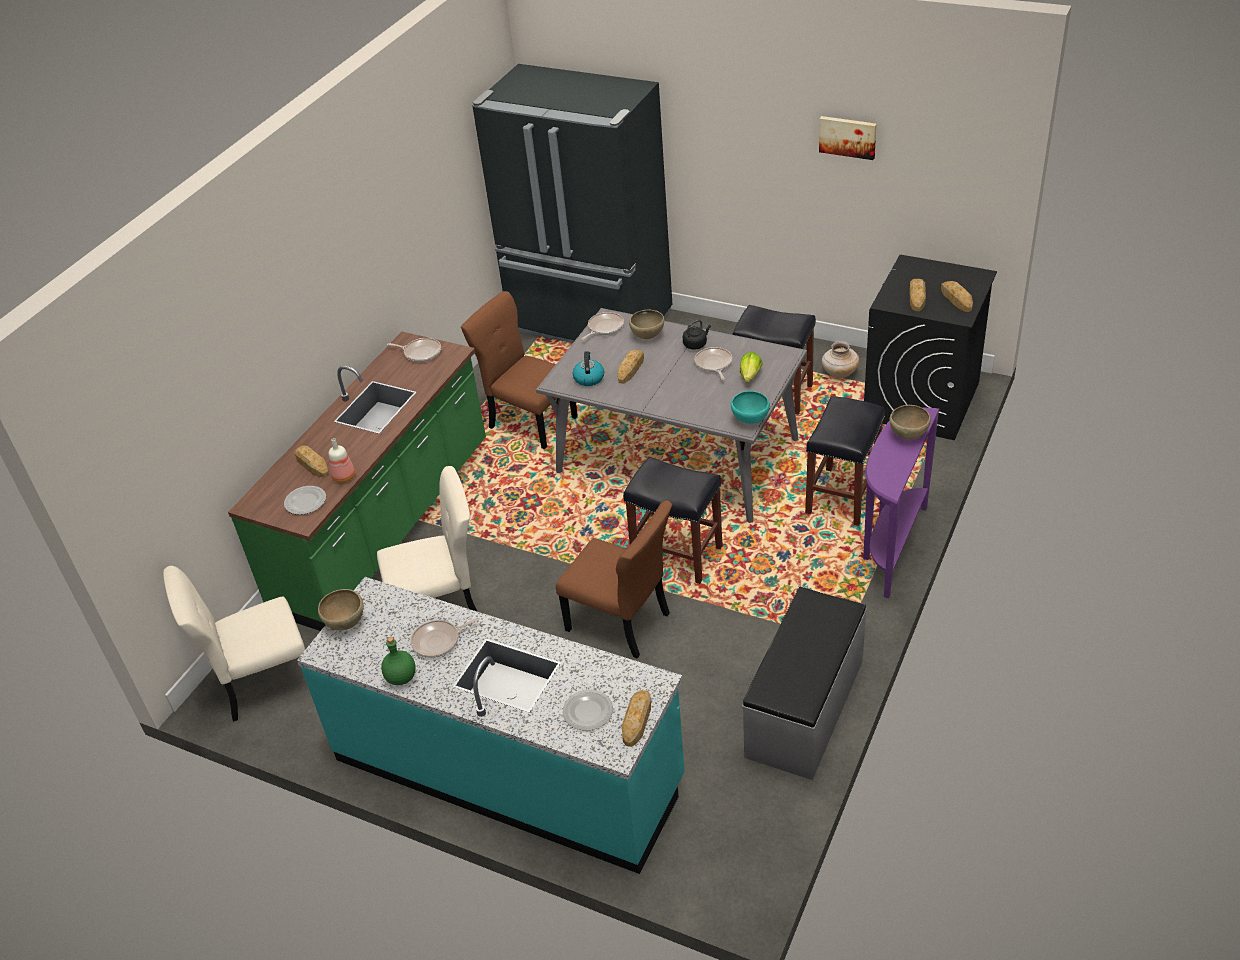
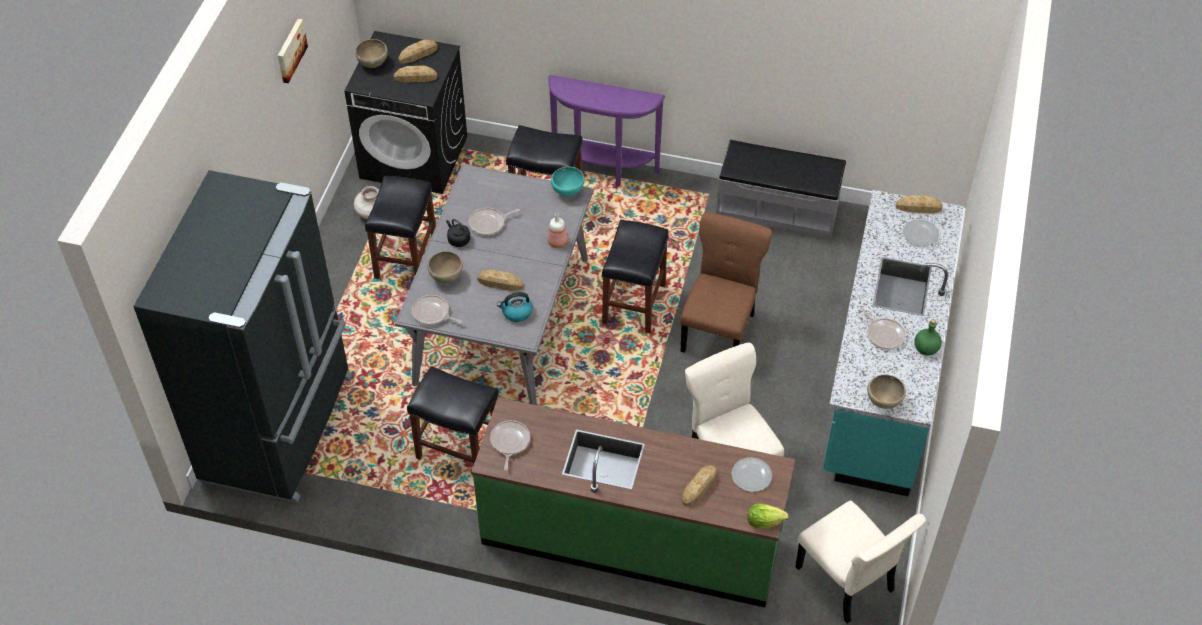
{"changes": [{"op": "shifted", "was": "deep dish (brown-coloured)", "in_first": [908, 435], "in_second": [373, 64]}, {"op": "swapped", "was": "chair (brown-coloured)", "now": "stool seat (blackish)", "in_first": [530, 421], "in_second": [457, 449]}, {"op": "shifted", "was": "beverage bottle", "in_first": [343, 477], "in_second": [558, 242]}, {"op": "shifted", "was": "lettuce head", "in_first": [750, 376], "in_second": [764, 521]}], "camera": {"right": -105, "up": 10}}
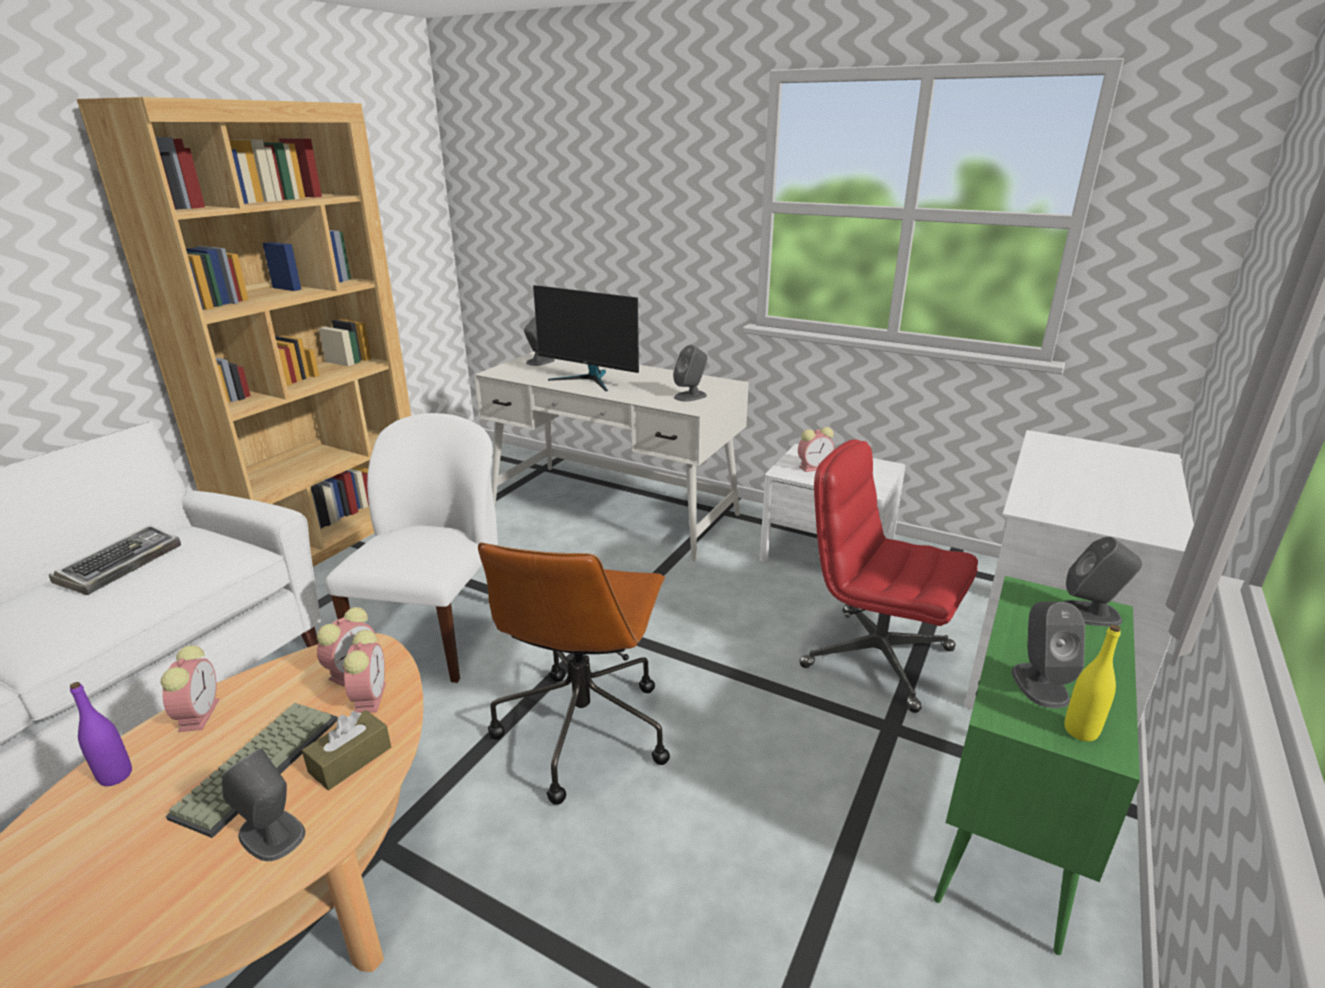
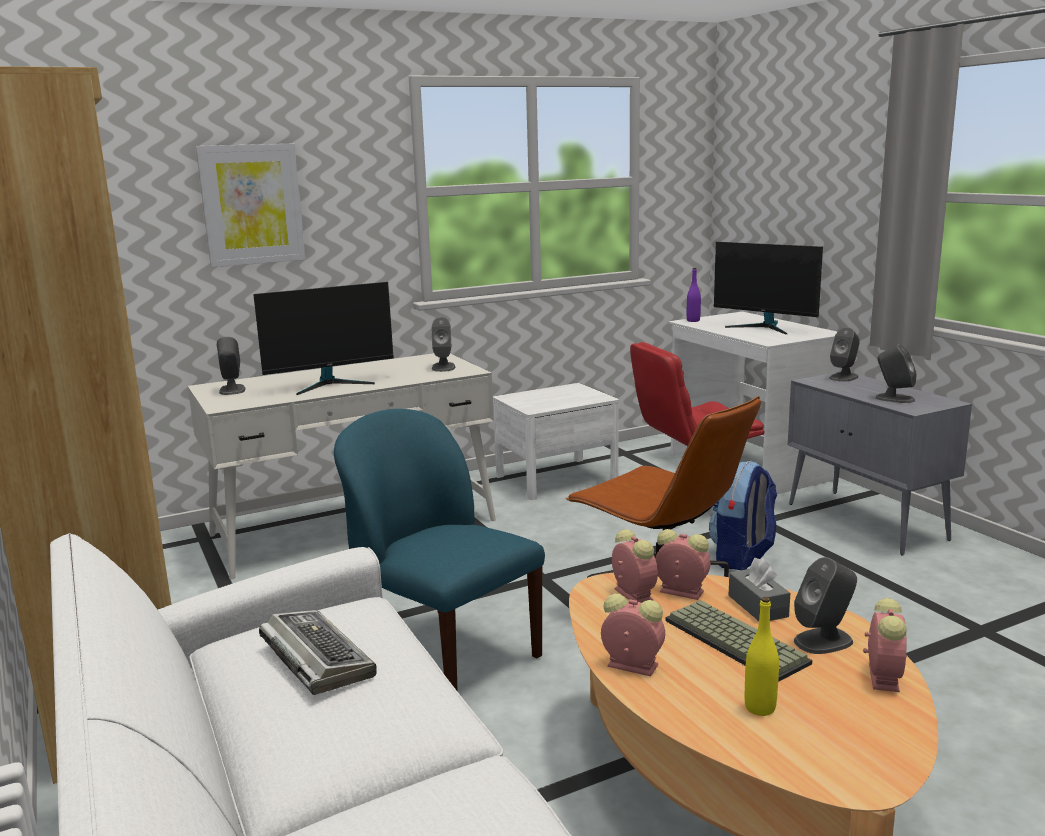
{"changes": [{"op": "new", "now": "wall art", "in_second": [252, 204]}, {"op": "repainted", "was": "chair (white-coloured)", "now": "chair (blue-coloured)", "in_first": [435, 633], "in_second": [444, 653]}, {"op": "shifted", "was": "beverage bottle (purplish)", "in_first": [115, 776], "in_second": [693, 320]}, {"op": "new", "now": "backpack", "in_second": [742, 557]}, {"op": "new", "now": "computer display", "in_second": [765, 327]}, {"op": "repainted", "was": "tissue holder (brown-coloured)", "now": "tissue holder (greyish)", "in_first": [350, 760], "in_second": [758, 606]}, {"op": "shifted", "was": "beverage bottle (yellowish)", "in_first": [1080, 731], "in_second": [760, 708]}, {"op": "repainted", "was": "cupboard (green)", "now": "cupboard (greyish)", "in_first": [1009, 831], "in_second": [867, 522]}, {"op": "shifted", "was": "alarm clock", "in_first": [814, 467], "in_second": [882, 676]}], "camera": {"right": -55, "up": -10}}
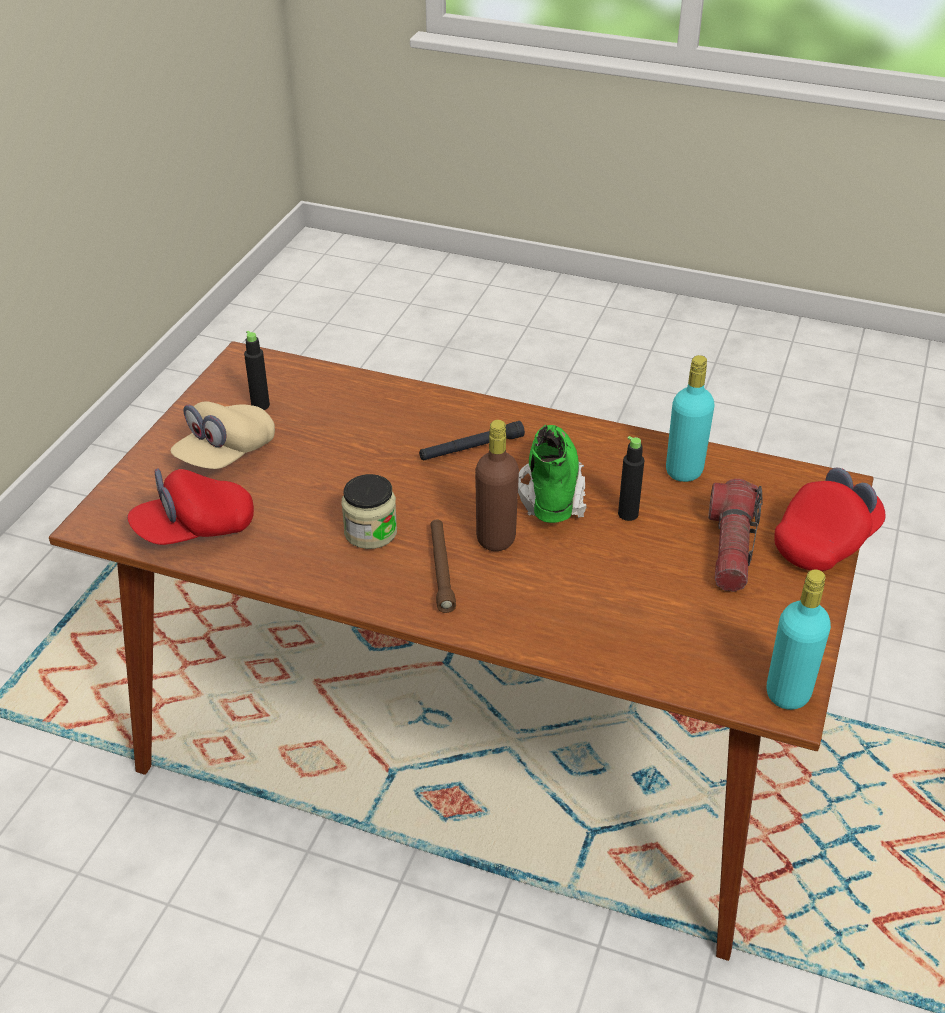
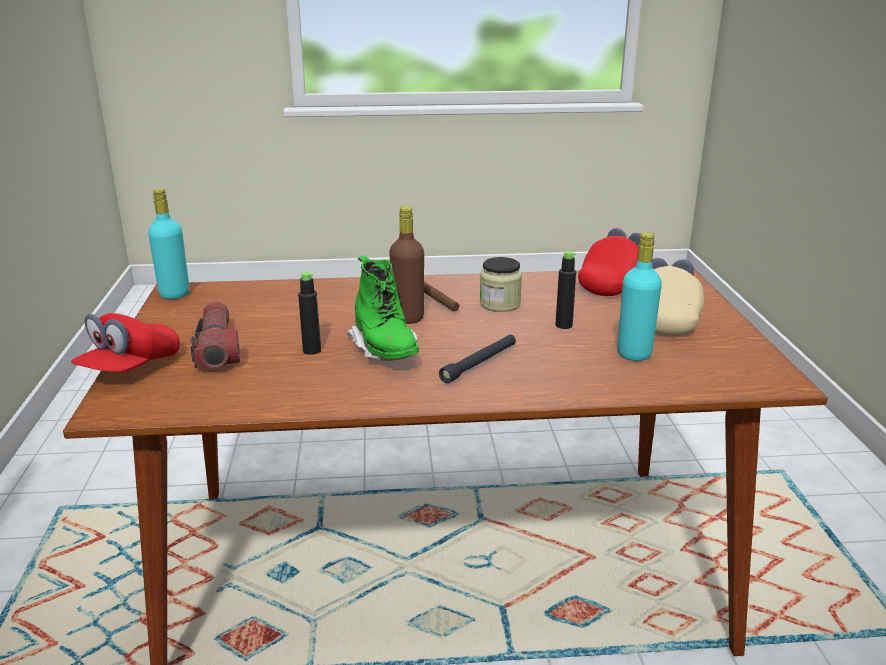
{"changes": [{"op": "shifted", "was": "beverage bottle (blackish)", "in_first": [260, 405], "in_second": [563, 325]}, {"op": "shifted", "was": "beverage bottle (blue-green)", "in_first": [684, 471], "in_second": [634, 353]}], "camera": {"right": 155, "up": -15}}
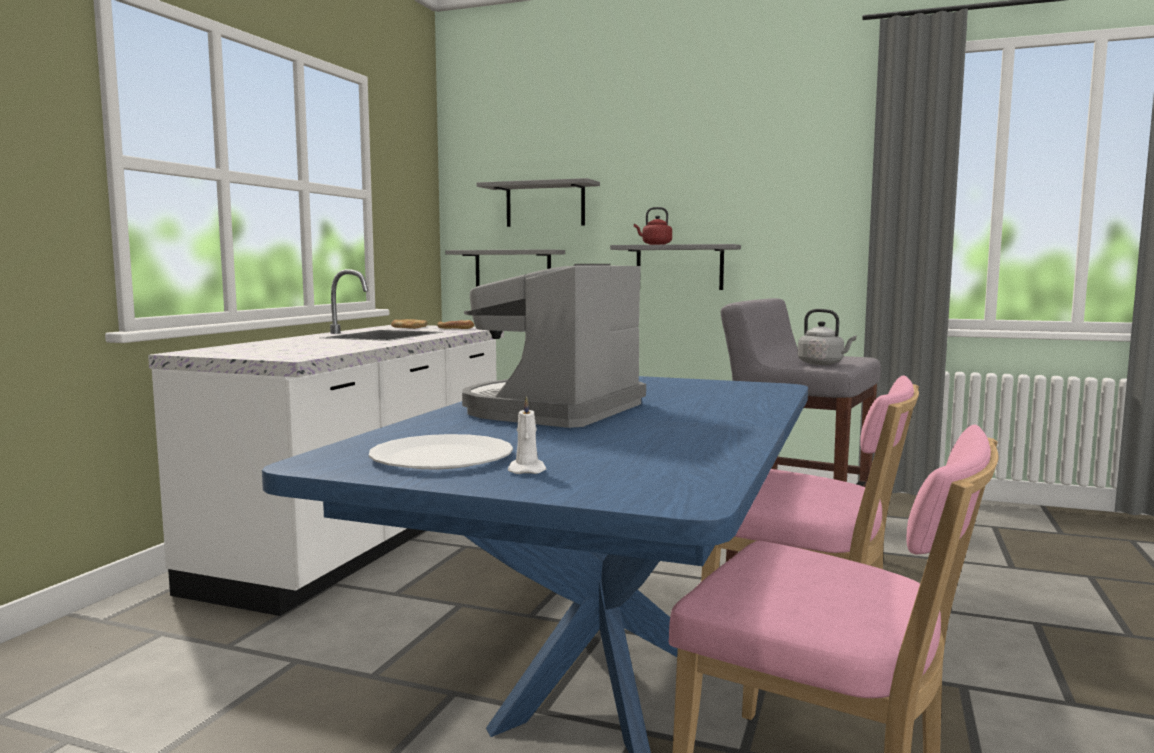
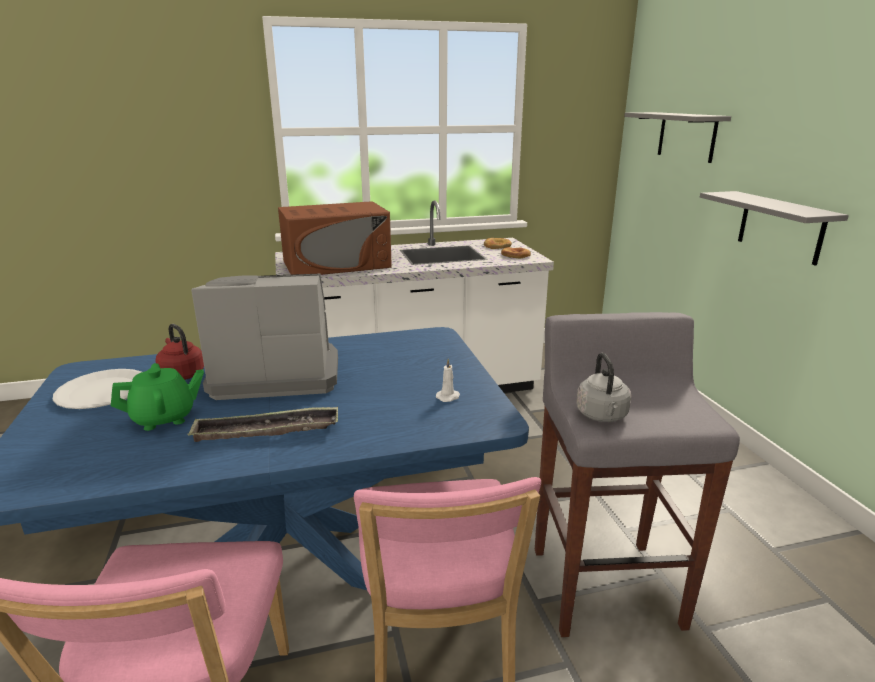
{"changes": [{"op": "new", "now": "teapot (green)", "in_second": [164, 418]}, {"op": "shifted", "was": "kettle (red)", "in_first": [655, 244], "in_second": [181, 374]}, {"op": "new", "now": "carrying tray", "in_second": [267, 431]}, {"op": "new", "now": "kitchen microwave (brown-coloured)", "in_second": [336, 264]}, {"op": "shifted", "was": "wax light (white-coloured)", "in_first": [526, 470], "in_second": [448, 397]}, {"op": "gone", "was": "bracket shelf (greyish)", "in_first": [513, 270]}], "camera": {"right": 55, "up": 15}}
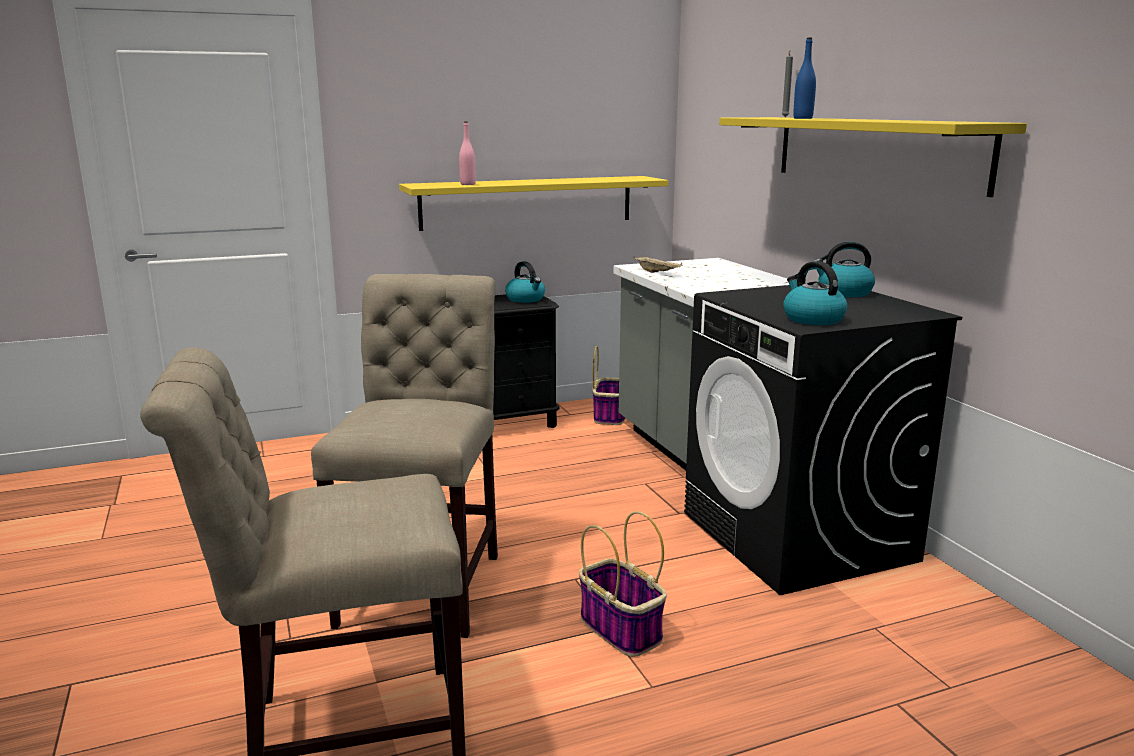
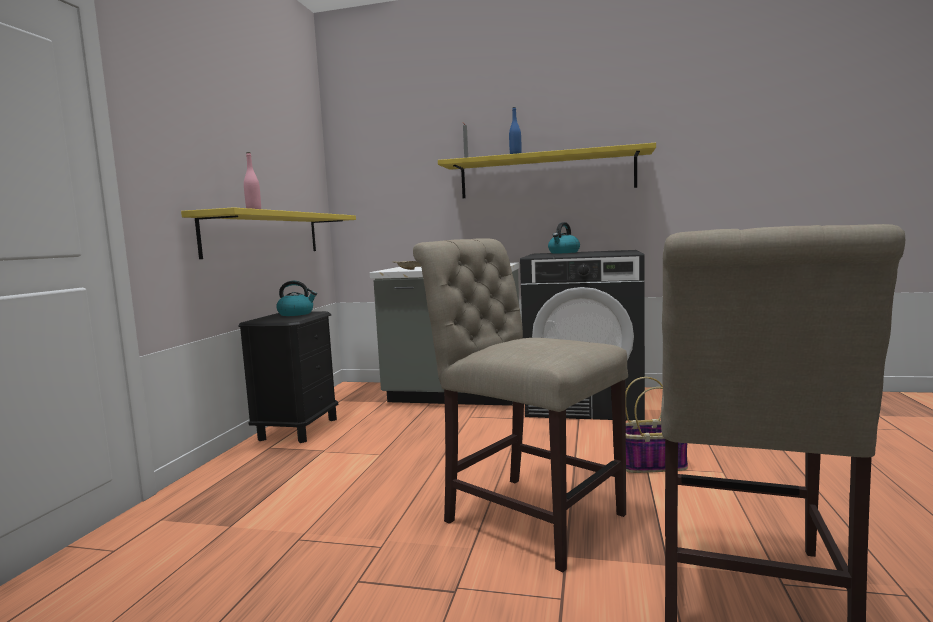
{"changes": [{"op": "gone", "was": "household basket", "in_first": [610, 415]}, {"op": "gone", "was": "kettle", "in_first": [812, 319]}], "camera": {"right": -55, "up": -10}}
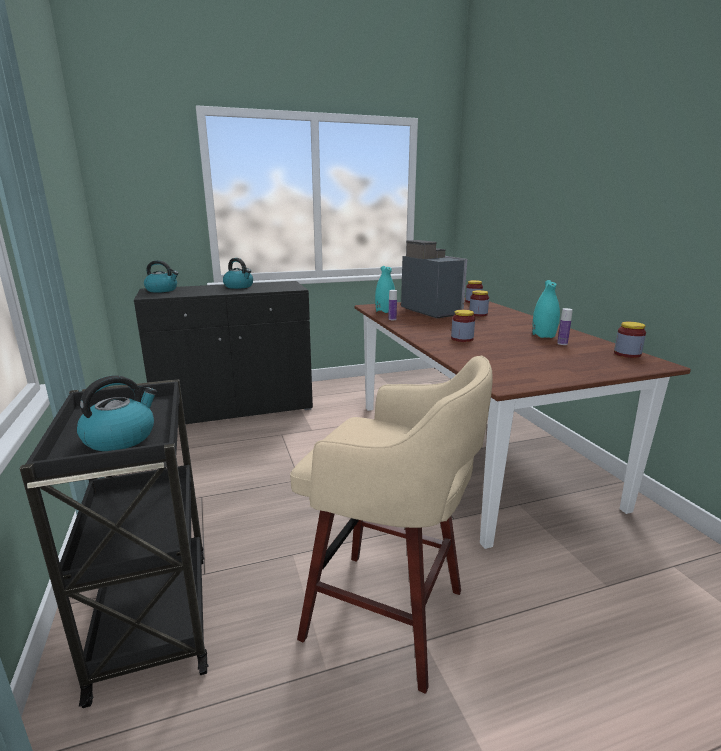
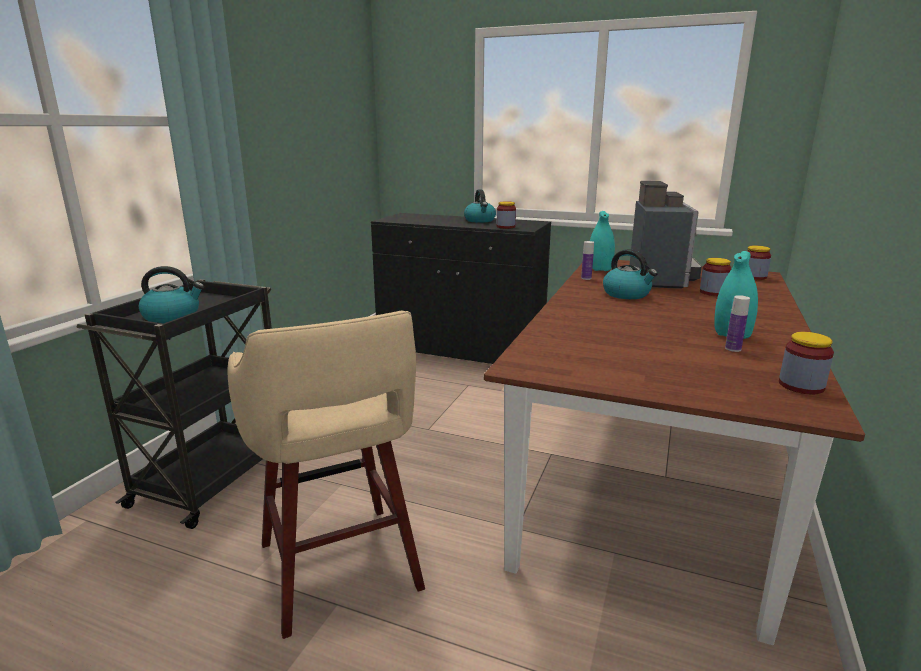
{"changes": [{"op": "shifted", "was": "jar", "in_first": [462, 339], "in_second": [506, 227]}, {"op": "shifted", "was": "kettle", "in_first": [162, 290], "in_second": [627, 294]}], "camera": {"right": 40, "up": 0}}
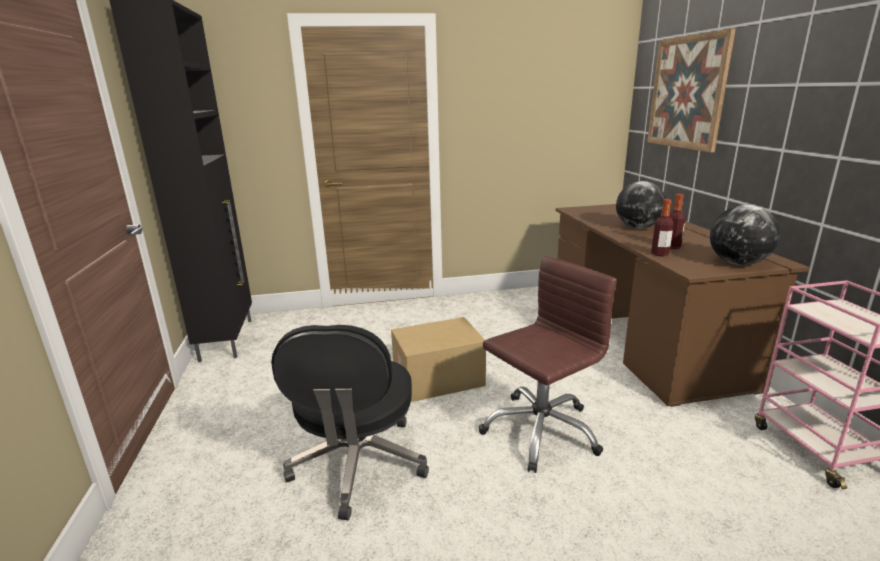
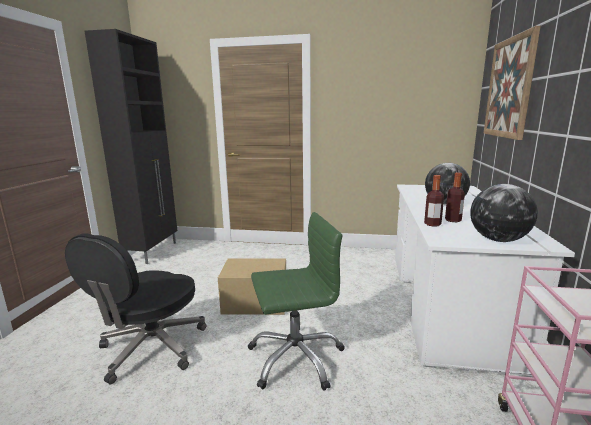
{"changes": [{"op": "repainted", "was": "computer chair (brown-coloured)", "now": "computer chair (green)", "in_first": [540, 430], "in_second": [295, 358]}, {"op": "repainted", "was": "desk table (brown-coloured)", "now": "desk table (white-coloured)", "in_first": [641, 338], "in_second": [447, 303]}], "camera": {"right": 20, "up": -5}}
